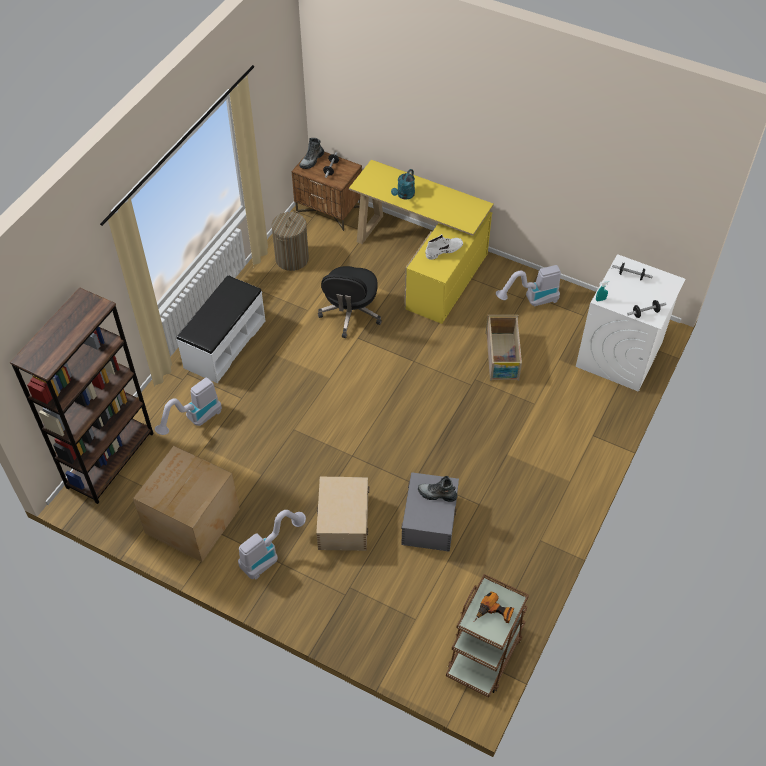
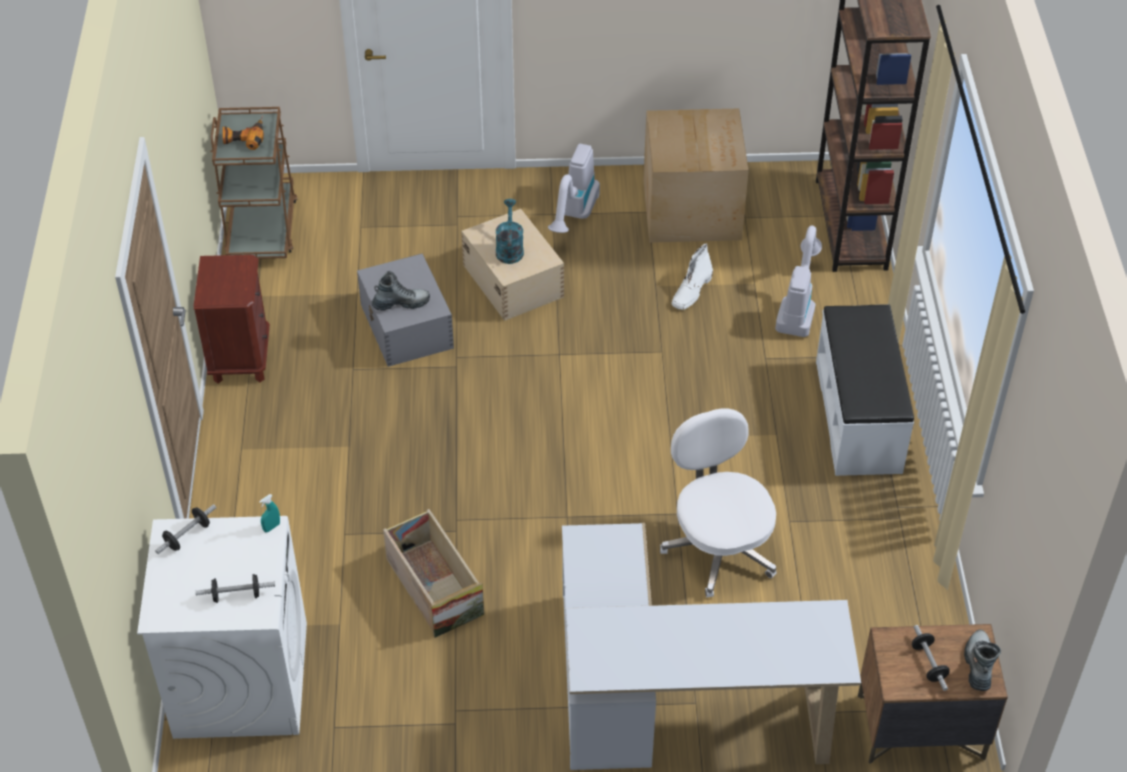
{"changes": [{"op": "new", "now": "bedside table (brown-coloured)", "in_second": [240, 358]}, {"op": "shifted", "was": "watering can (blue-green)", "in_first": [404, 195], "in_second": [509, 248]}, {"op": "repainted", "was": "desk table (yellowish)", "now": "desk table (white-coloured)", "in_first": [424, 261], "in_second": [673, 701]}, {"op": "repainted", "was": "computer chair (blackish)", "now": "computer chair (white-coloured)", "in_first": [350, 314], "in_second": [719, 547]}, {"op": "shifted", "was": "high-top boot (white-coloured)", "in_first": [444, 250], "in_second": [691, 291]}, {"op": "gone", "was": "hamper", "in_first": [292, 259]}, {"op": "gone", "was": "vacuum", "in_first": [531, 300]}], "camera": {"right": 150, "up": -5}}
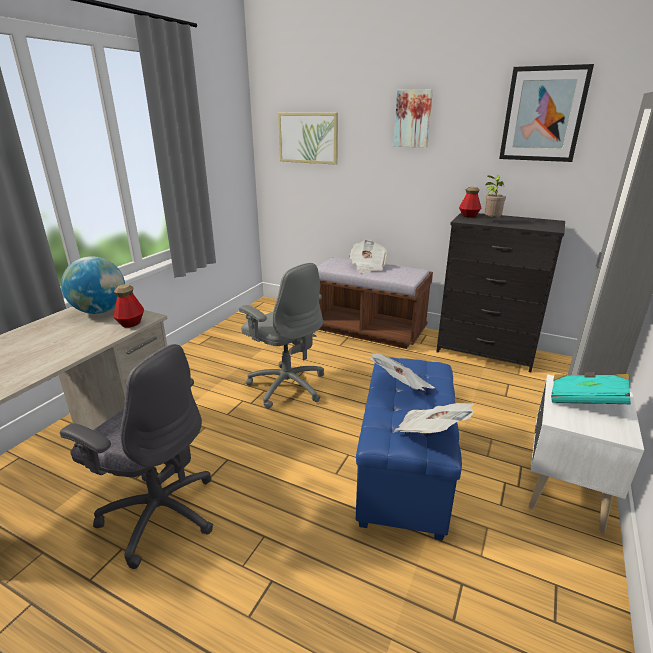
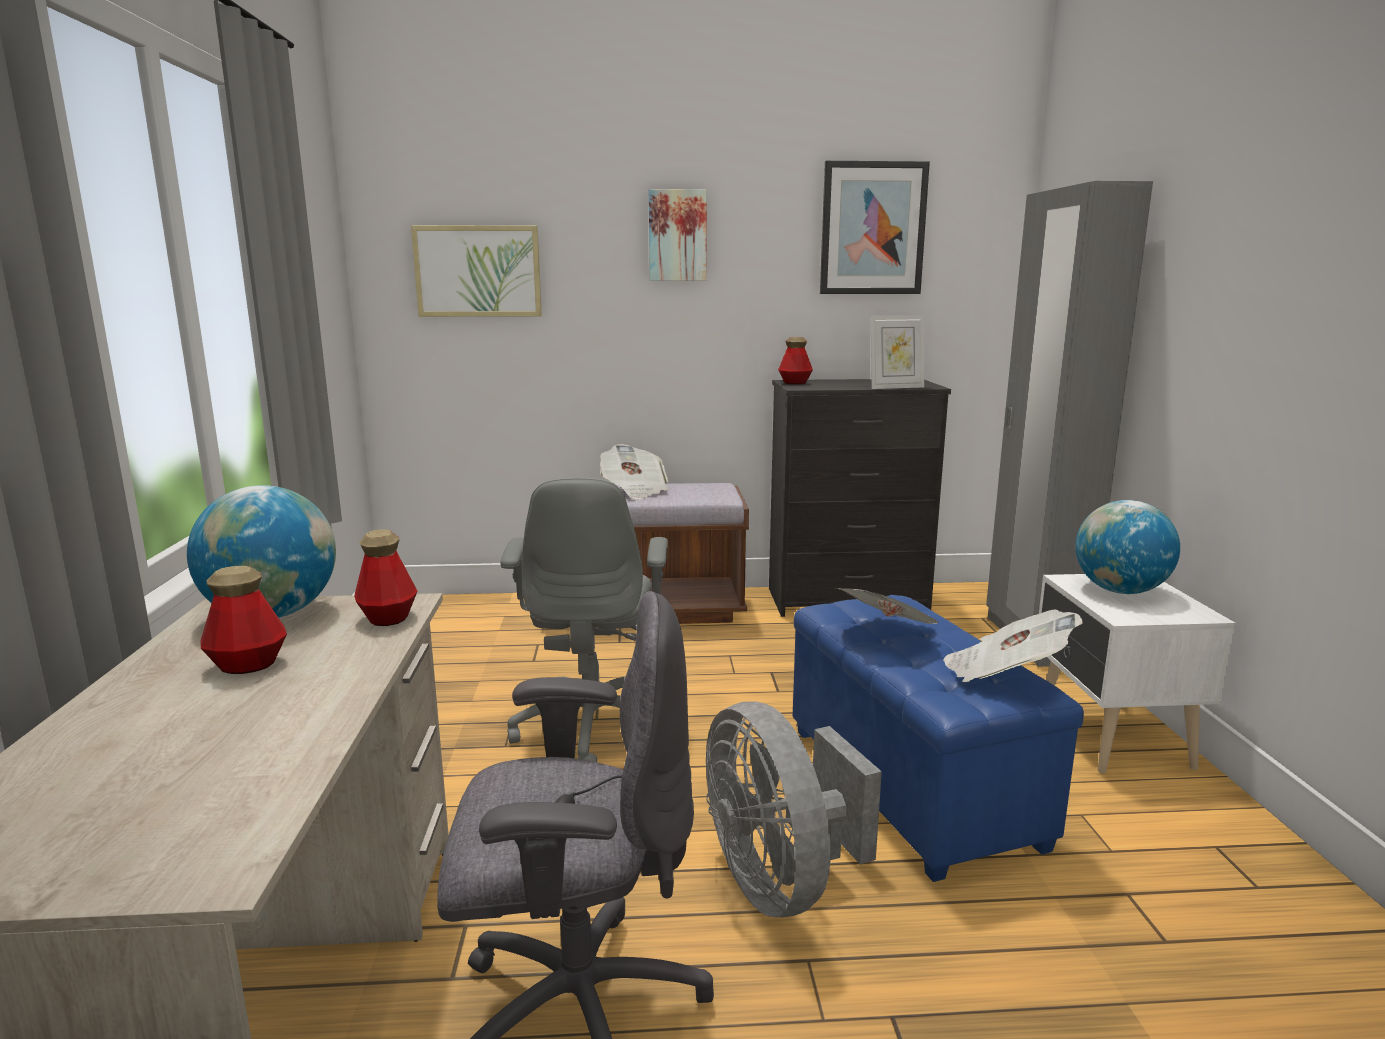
{"changes": [{"op": "new", "now": "beverage bottle", "in_second": [248, 665]}, {"op": "rotated", "was": "computer chair (greyish)", "in_first": [287, 386], "in_second": [593, 725], "clockwise": 75}, {"op": "new", "now": "electric fan (greyish)", "in_second": [780, 881]}, {"op": "new", "now": "photo frame", "in_second": [895, 387]}, {"op": "swapped", "was": "book (blue-green)", "now": "globe", "in_first": [586, 400], "in_second": [1120, 591]}, {"op": "gone", "was": "houseplant", "in_first": [490, 221]}], "camera": {"right": -30, "up": -10}}
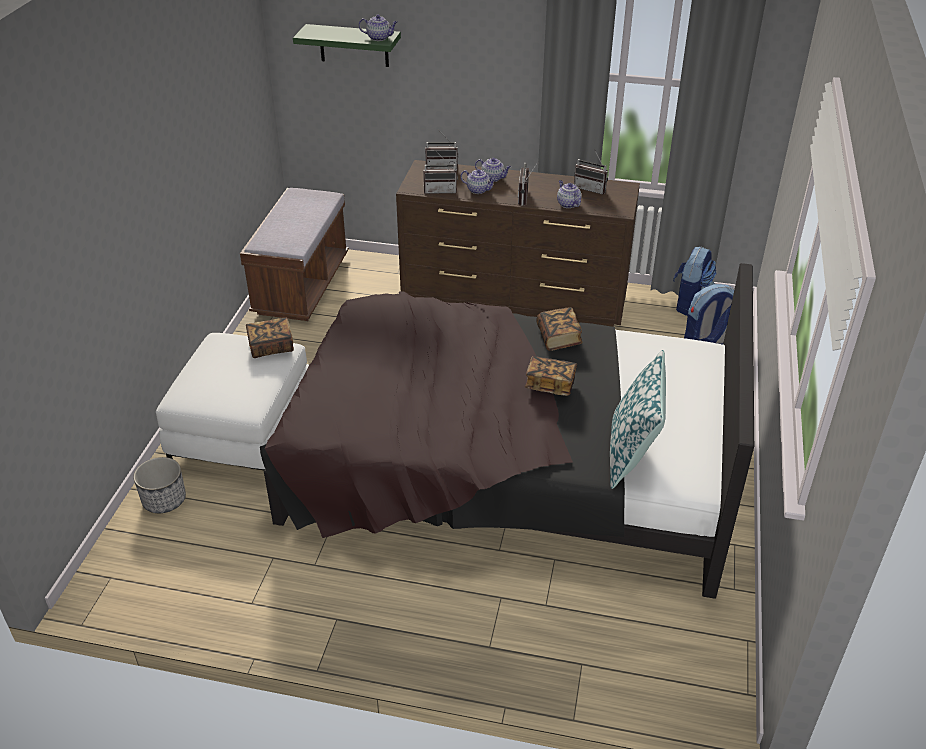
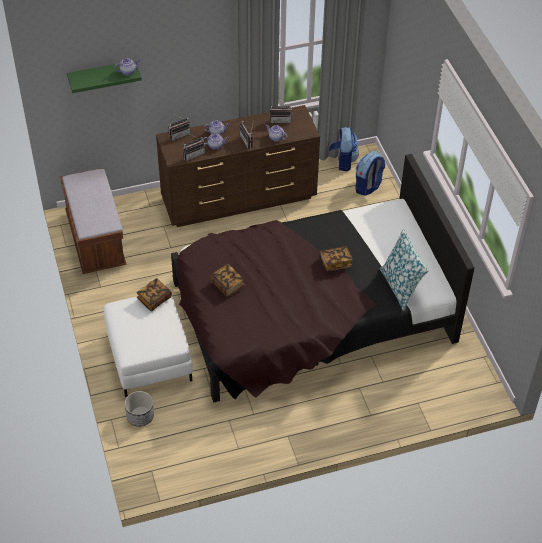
{"changes": [{"op": "shifted", "was": "book", "in_first": [559, 338], "in_second": [227, 285]}], "camera": {"right": -30, "up": 10}}
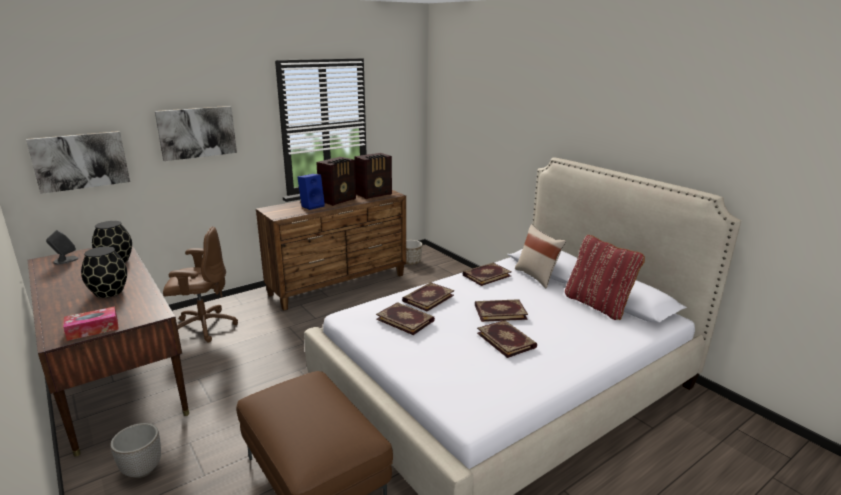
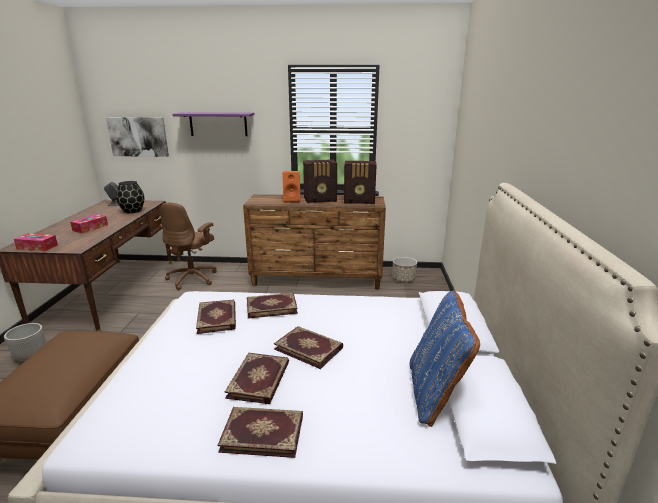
{"changes": [{"op": "swapped", "was": "flower vase (blackish)", "now": "tissue holder", "in_first": [109, 292], "in_second": [90, 228]}, {"op": "rotated", "was": "computer chair (brown-coloured)", "in_first": [203, 326], "in_second": [193, 278], "clockwise": 75}, {"op": "swapped", "was": "wall art", "now": "bracket shelf (purplish)", "in_first": [197, 132], "in_second": [218, 124]}, {"op": "shifted", "was": "book", "in_first": [486, 275], "in_second": [263, 432]}, {"op": "repainted", "was": "speaker (blue-coloured)", "now": "speaker (orange)", "in_first": [312, 206], "in_second": [292, 200]}, {"op": "repainted", "was": "throw pillow (red)", "now": "throw pillow (blue-coloured)", "in_first": [598, 305], "in_second": [435, 393]}, {"op": "gone", "was": "throw pillow (sand-coloured)", "in_first": [537, 276]}], "camera": {"right": 40, "up": 0}}
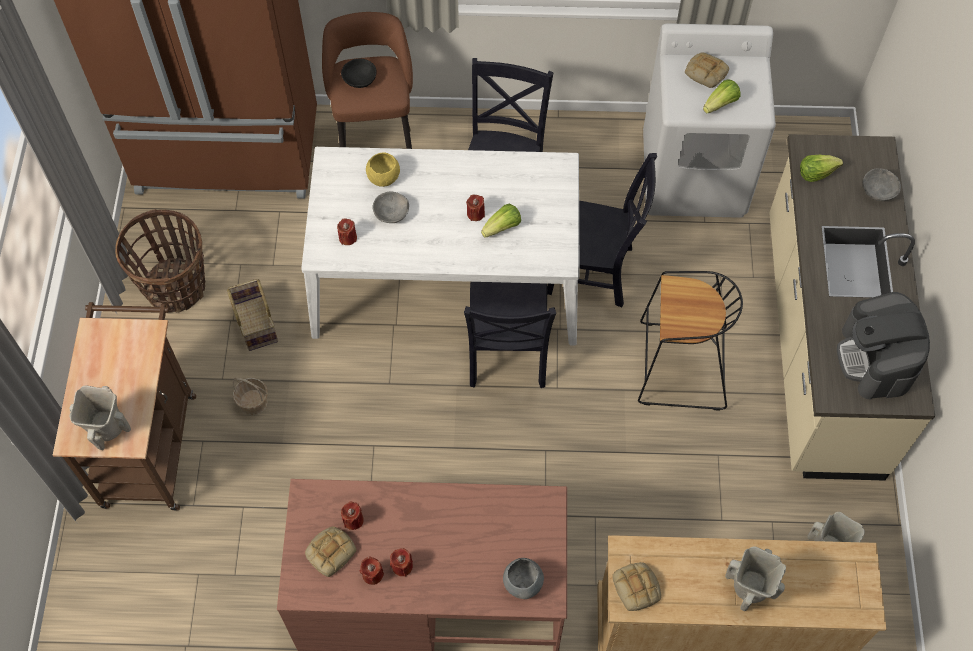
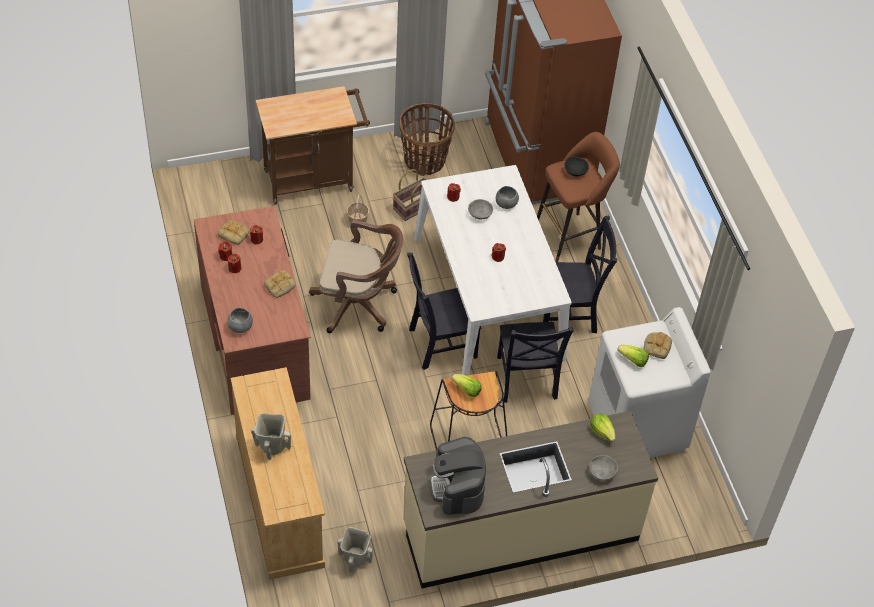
{"changes": [{"op": "shifted", "was": "baked bread", "in_first": [637, 588], "in_second": [280, 286]}, {"op": "new", "now": "computer chair (brown-coloured)", "in_second": [358, 304]}, {"op": "rotated", "was": "coffee machine", "in_first": [876, 359], "in_second": [457, 487], "clockwise": -75}, {"op": "shifted", "was": "lettuce head", "in_first": [502, 227], "in_second": [467, 390]}, {"op": "repainted", "was": "deep dish (yellowish)", "now": "deep dish (greyish)", "in_first": [383, 178], "in_second": [506, 204]}, {"op": "gone", "was": "flower vase (sand-coloured)", "in_first": [107, 429]}], "camera": {"right": 70, "up": -10}}
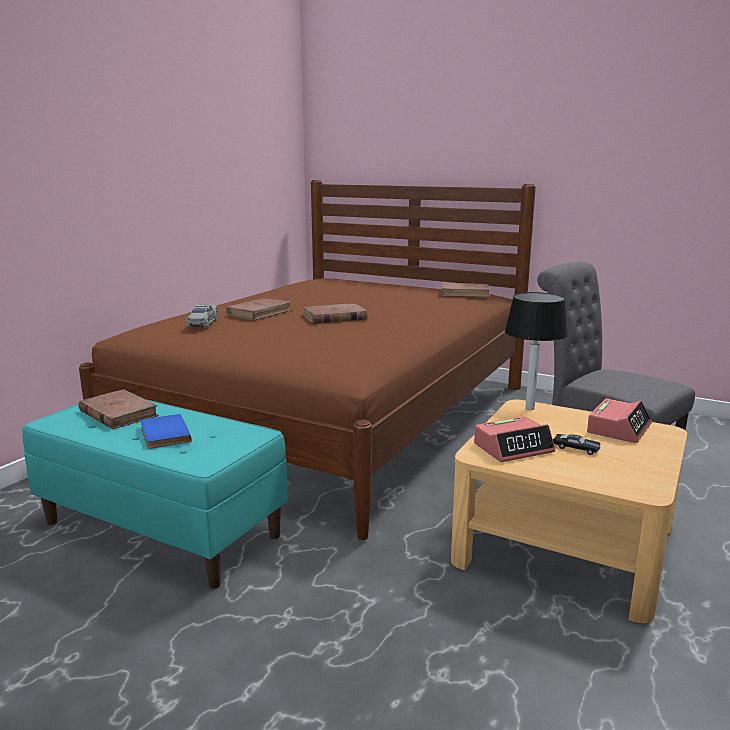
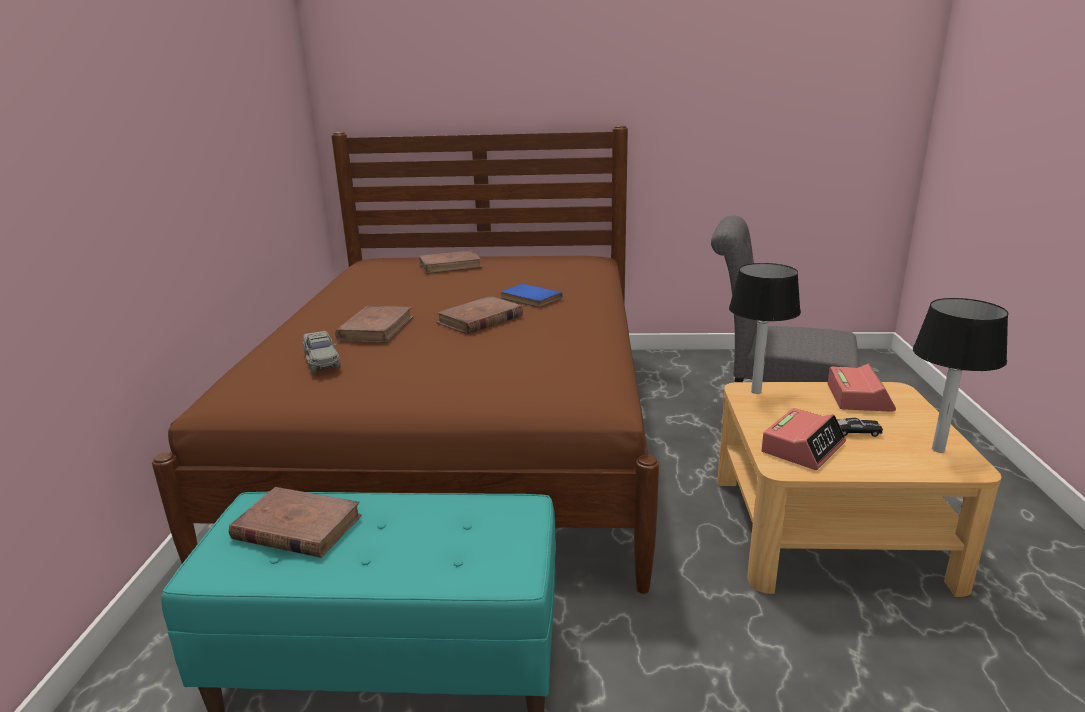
{"changes": [{"op": "shifted", "was": "book (brown-coloured)", "in_first": [465, 293], "in_second": [450, 266]}, {"op": "shifted", "was": "book (blue-coloured)", "in_first": [163, 434], "in_second": [529, 298]}, {"op": "new", "now": "tabletop lamp", "in_second": [937, 449]}], "camera": {"right": -25, "up": 5}}
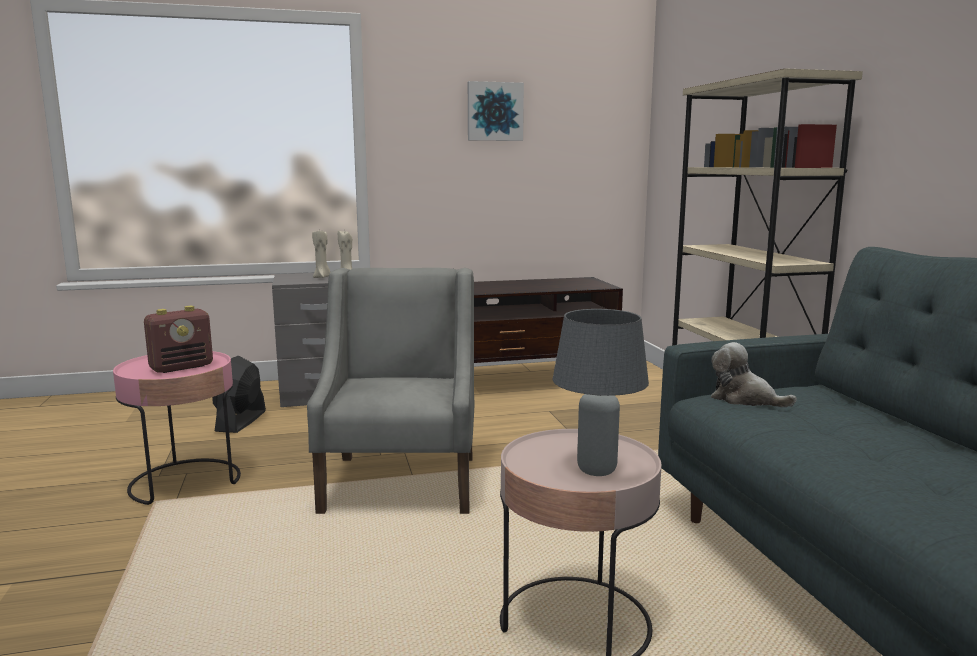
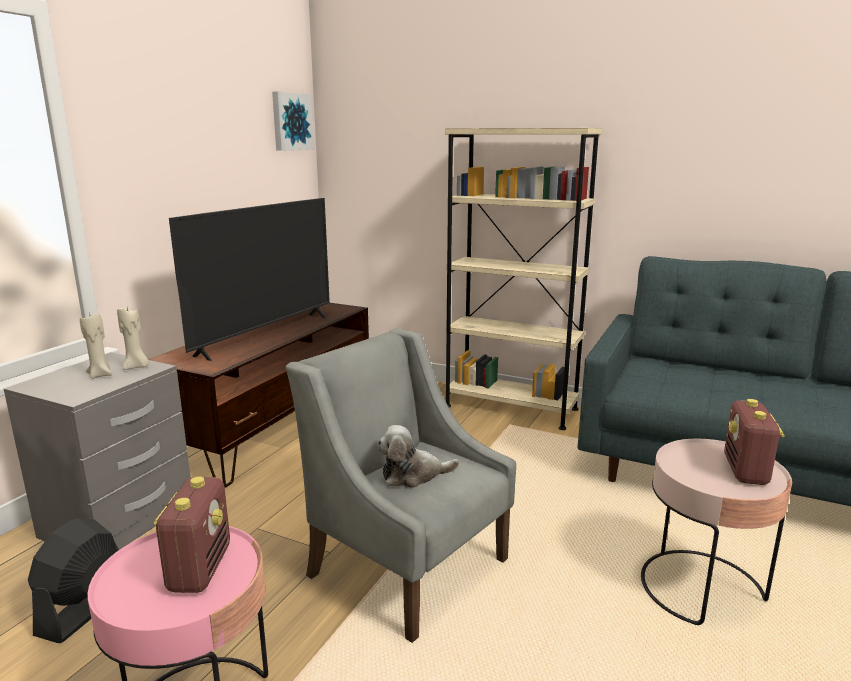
{"changes": [{"op": "rotated", "was": "electric fan (blackish)", "in_first": [241, 421], "in_second": [85, 608], "clockwise": 60}, {"op": "new", "now": "television", "in_second": [265, 335]}, {"op": "shifted", "was": "wall art", "in_first": [494, 111], "in_second": [291, 121]}, {"op": "shifted", "was": "soft toy", "in_first": [744, 399], "in_second": [413, 475]}, {"op": "swapped", "was": "tabletop lamp (greyish)", "now": "radio", "in_first": [596, 470], "in_second": [746, 471]}], "camera": {"right": -50, "up": 5}}
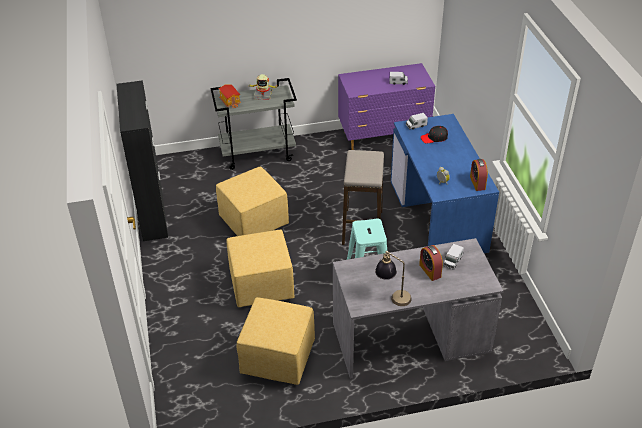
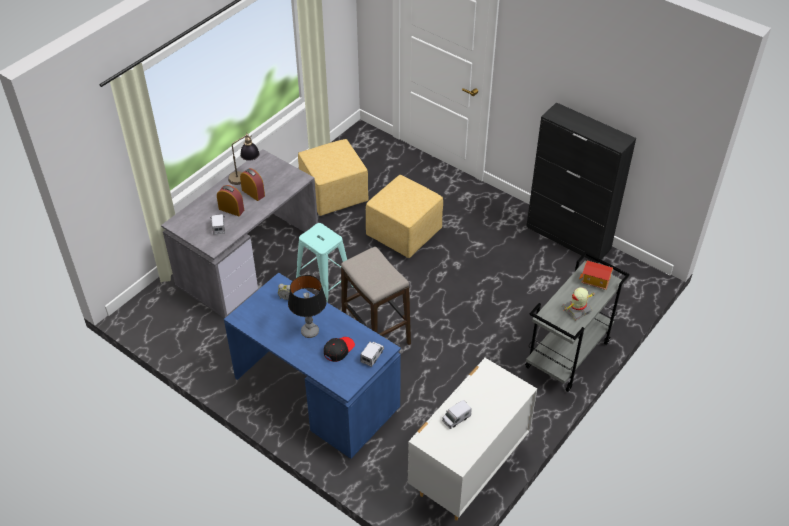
{"changes": [{"op": "shifted", "was": "alarm clock", "in_first": [477, 183], "in_second": [253, 193]}, {"op": "new", "now": "tabletop lamp", "in_second": [309, 331]}, {"op": "repainted", "was": "drawer chest (purplish)", "now": "drawer chest (white-coloured)", "in_first": [384, 136], "in_second": [467, 470]}, {"op": "gone", "was": "pouffe (yellowish)", "in_first": [253, 221]}], "camera": {"right": 140, "up": 5}}
